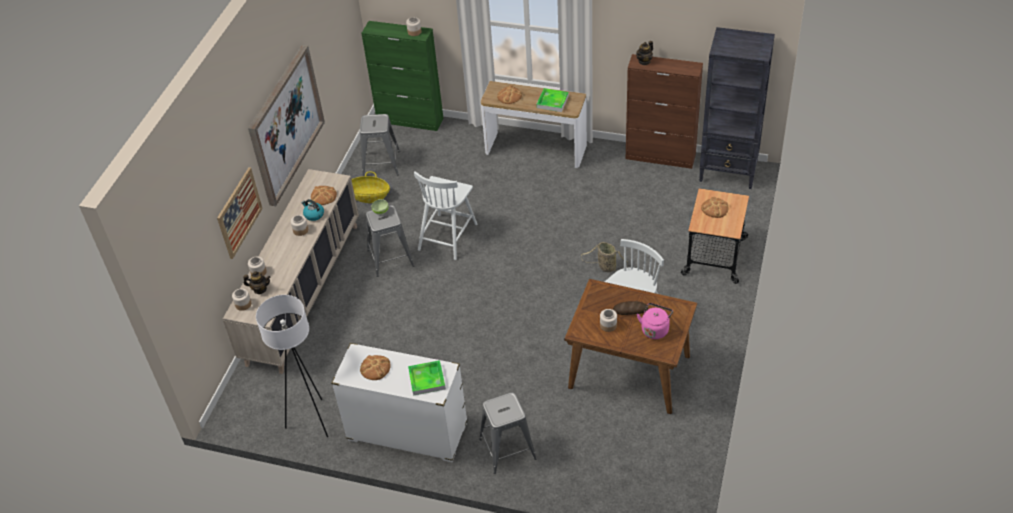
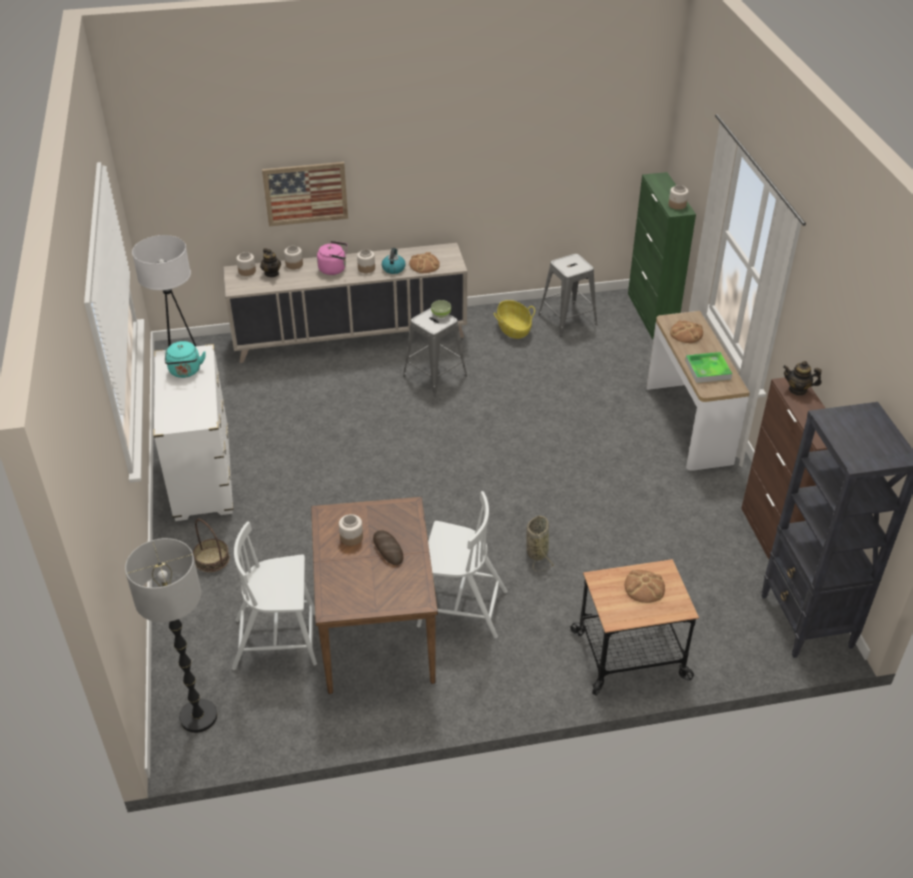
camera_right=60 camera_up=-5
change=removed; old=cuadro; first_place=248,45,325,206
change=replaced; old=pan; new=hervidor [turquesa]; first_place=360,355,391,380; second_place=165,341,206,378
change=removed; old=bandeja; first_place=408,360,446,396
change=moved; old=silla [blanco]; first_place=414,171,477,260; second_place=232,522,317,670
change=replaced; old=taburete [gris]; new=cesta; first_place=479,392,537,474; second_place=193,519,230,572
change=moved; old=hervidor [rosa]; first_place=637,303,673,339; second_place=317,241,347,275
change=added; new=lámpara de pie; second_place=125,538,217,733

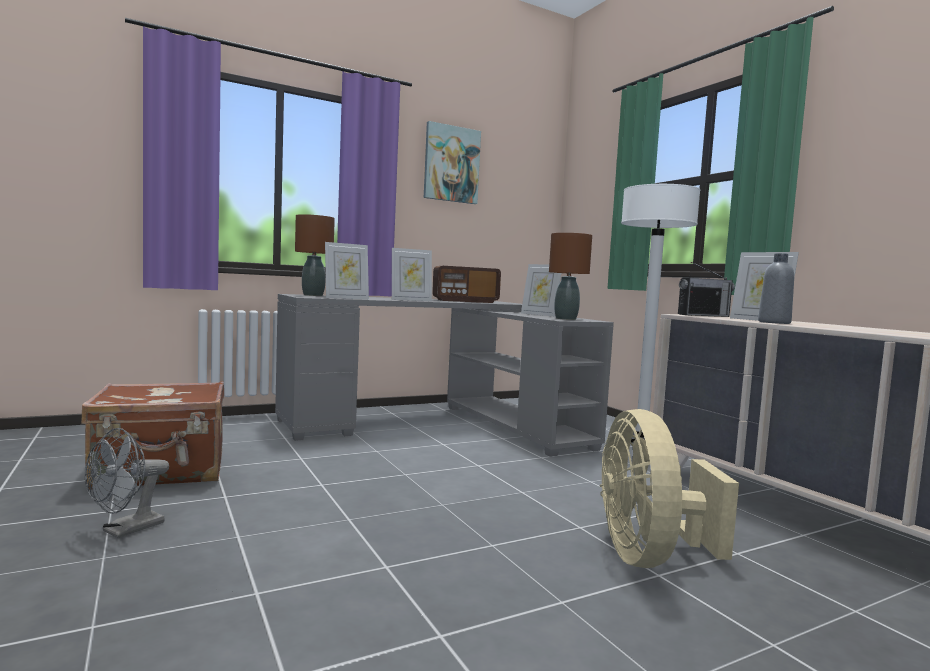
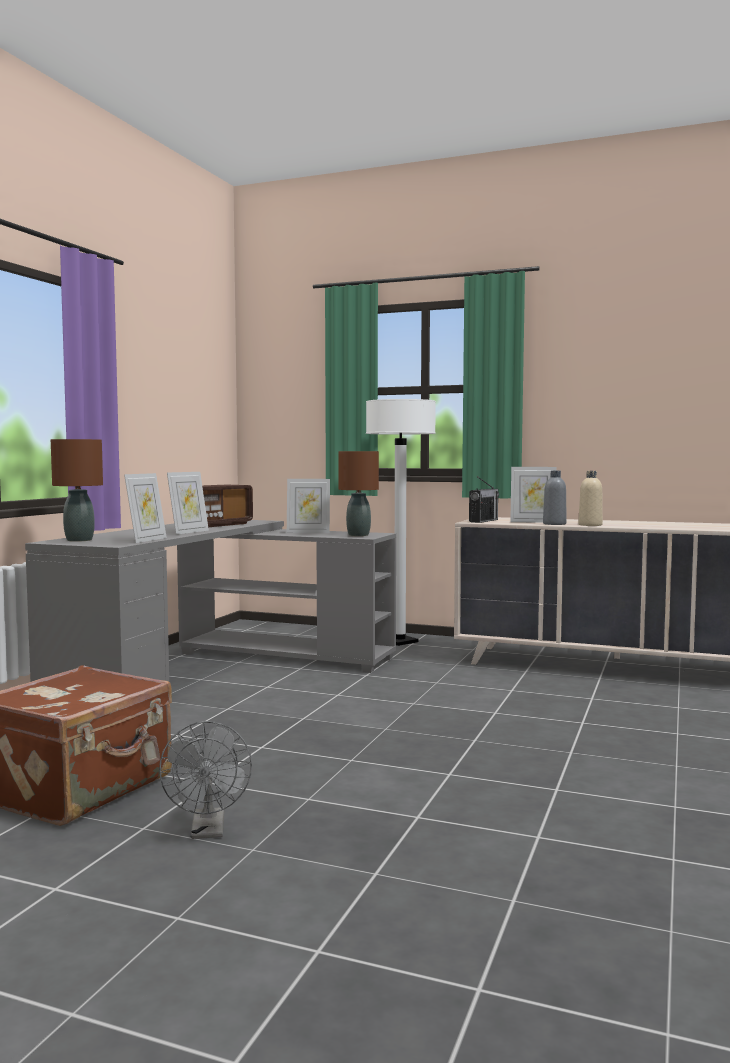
camera_right=-40 camera_up=0
change=removed; old=cuadro; first_place=424,121,481,204
change=removed; old=ventilador [beis]; first_place=600,409,739,568
change=added; new=botella [beis]; second_place=578,471,603,526

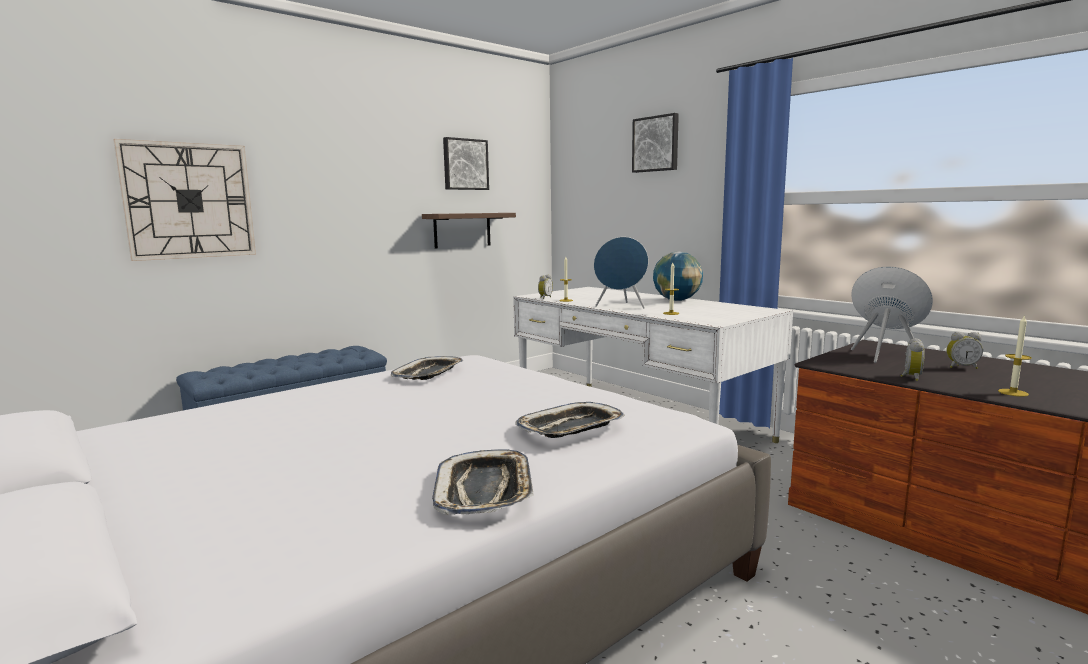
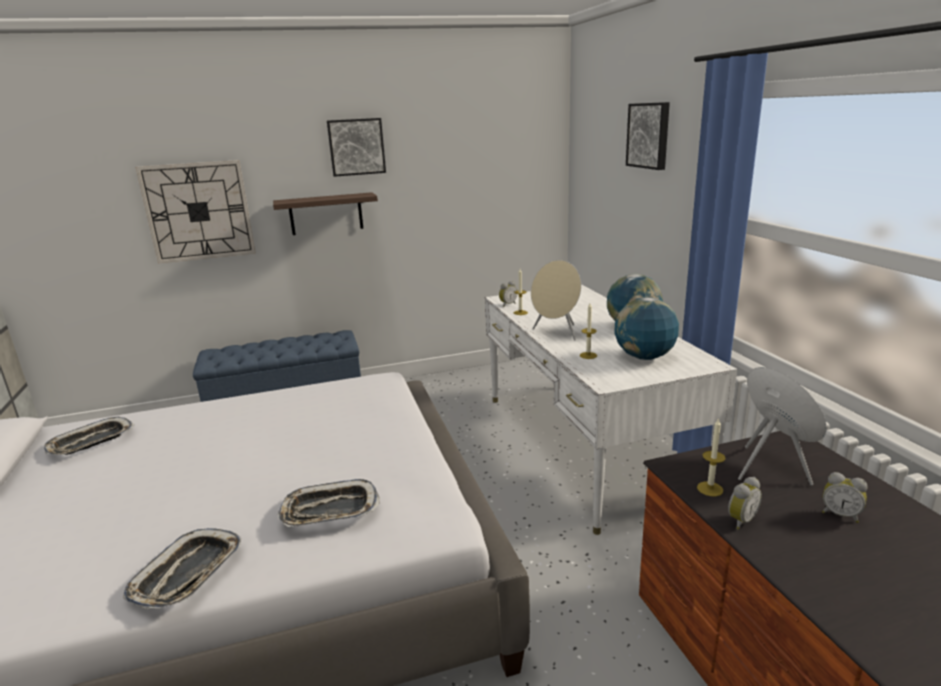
camera_right=25 camera_up=10
change=moved; old=bandeja; first_place=391,356,463,380; second_place=44,417,135,455
change=moved; old=estante; first_place=422,213,516,249; second_place=273,192,378,235
change=moved; old=cuadro; first_place=443,137,489,190; second_place=327,118,386,177
change=recoloured; old=altavoz [azul]; new=altavoz [beis]; first_place=594,237,649,309; second_place=531,260,581,340
change=moved; old=vela; first_place=998,316,1032,397; second_place=697,418,726,496
change=added; new=globo terráqueo; second_place=615,297,679,360

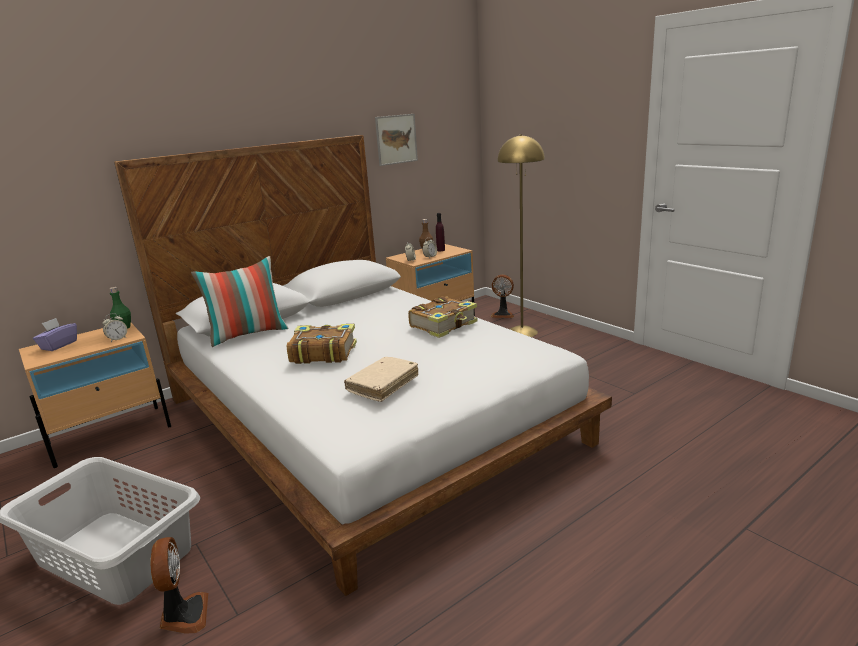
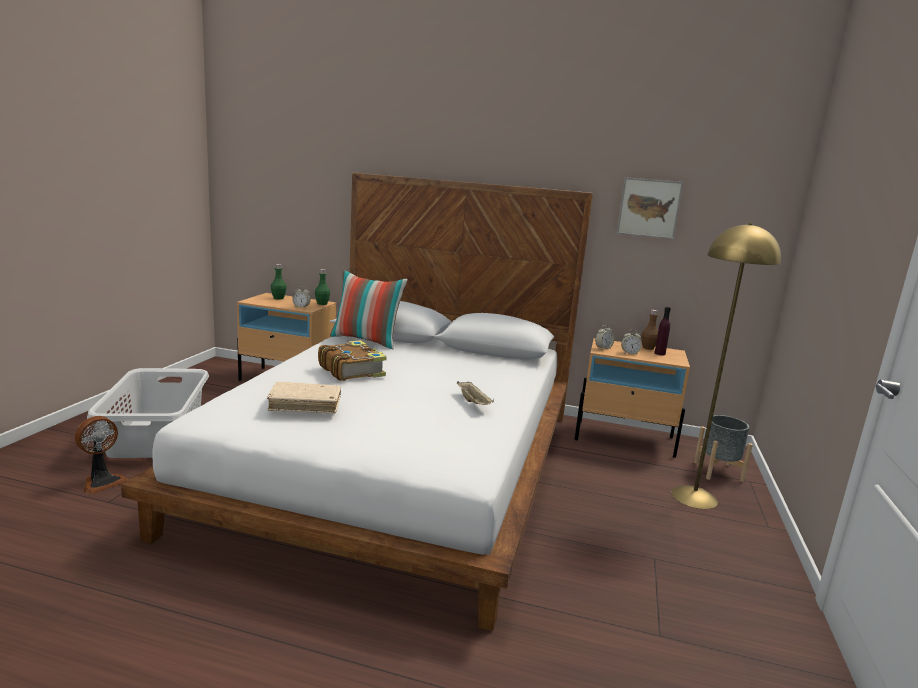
camera_right=50 camera_up=-5
change=replaced; old=caja de pañuelos [morado]; new=botella [verde]; first_place=33,318,77,351; second_place=271,264,287,300
change=replaced; old=libro; new=bandeja [beis]; first_place=408,296,478,338; second_place=457,381,494,405
change=replaced; old=ventilador; new=maceta [gris]; first_place=490,275,514,318; second_place=694,415,753,482

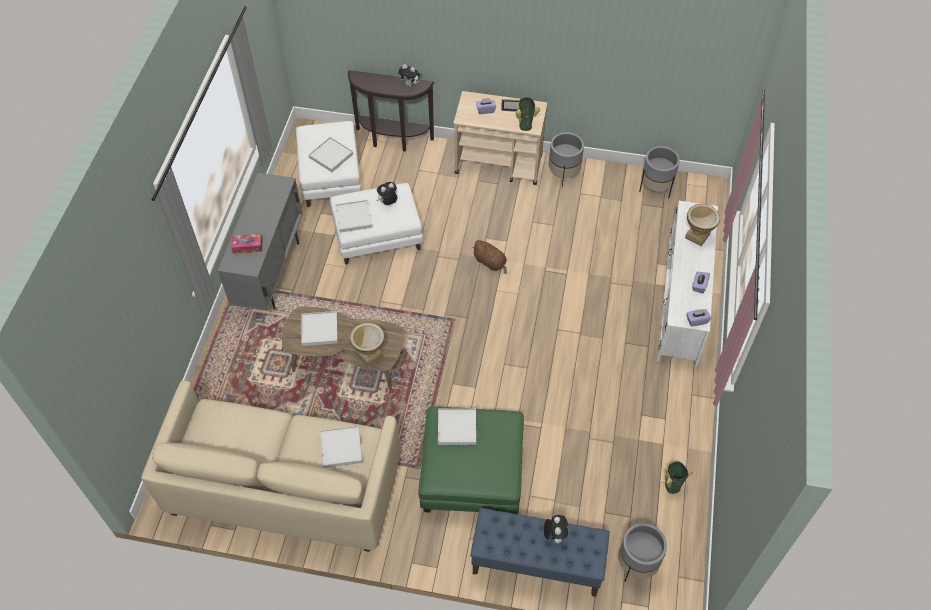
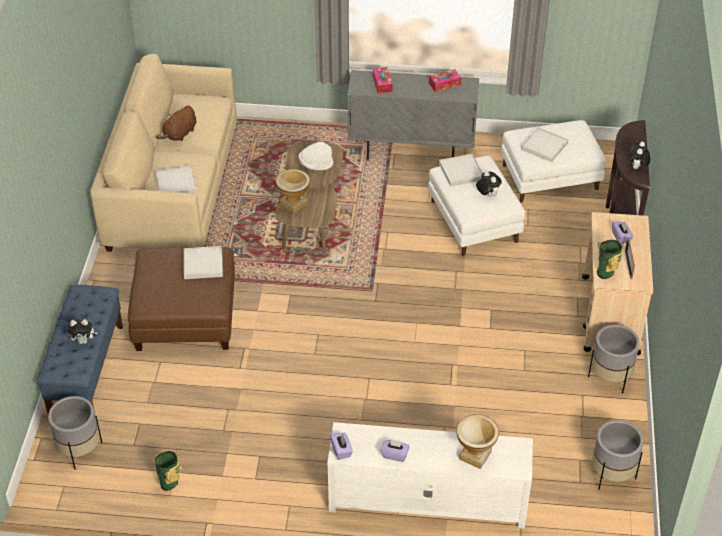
camera_right=85 camera_up=-10
change=replaced; old=bandeja [blanco]; new=sombrero [blanco]; first_place=301,311,338,346; second_place=299,142,333,170
change=recoloured; old=puf [verde]; new=puf [marrón]; first_place=418,406,524,514; second_place=128,247,235,351
change=moved; old=peluche [marrón]; first_place=472,240,507,274; second_place=156,105,196,141
change=added; new=caja de pañuelos; second_place=429,69,461,92

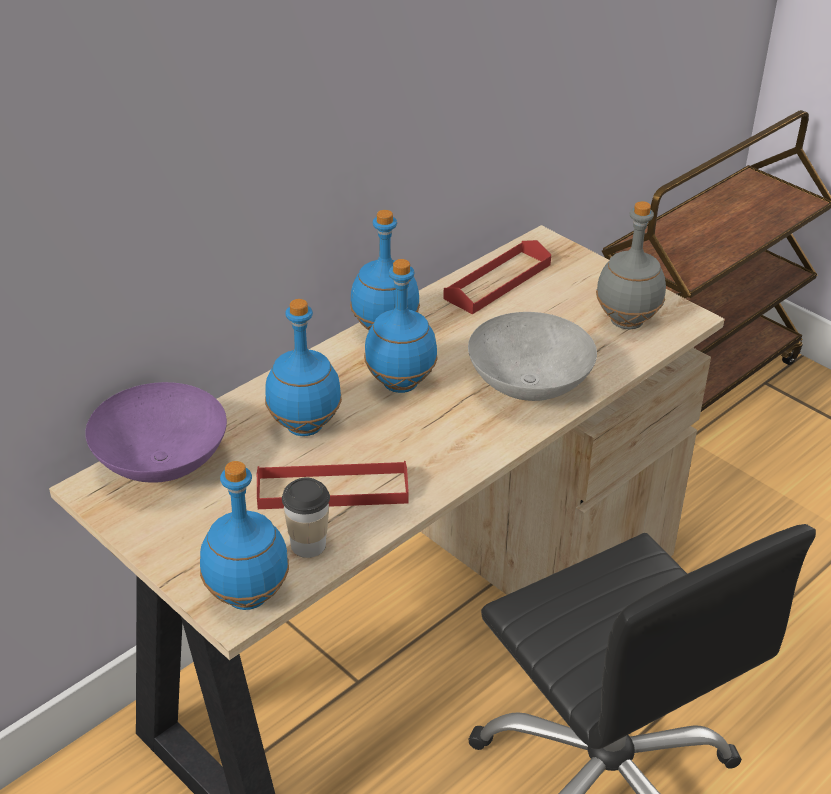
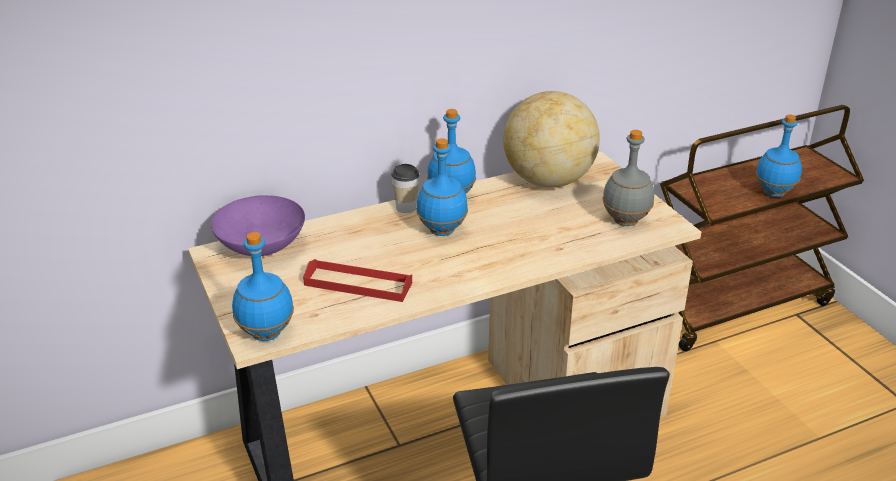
camera_right=20 camera_up=-5
change=moved; old=botella [azul]; first_place=265,299,342,436; second_place=756,115,802,197
change=moved; old=taza; first_place=282,477,330,558; second_place=391,164,420,213
change=replaced; old=bandeja [rojo]; new=globo terráqueo; first_place=443,240,551,314; second_place=503,91,600,188
change=removed; old=cuenco [gris]; first_place=468,312,597,401

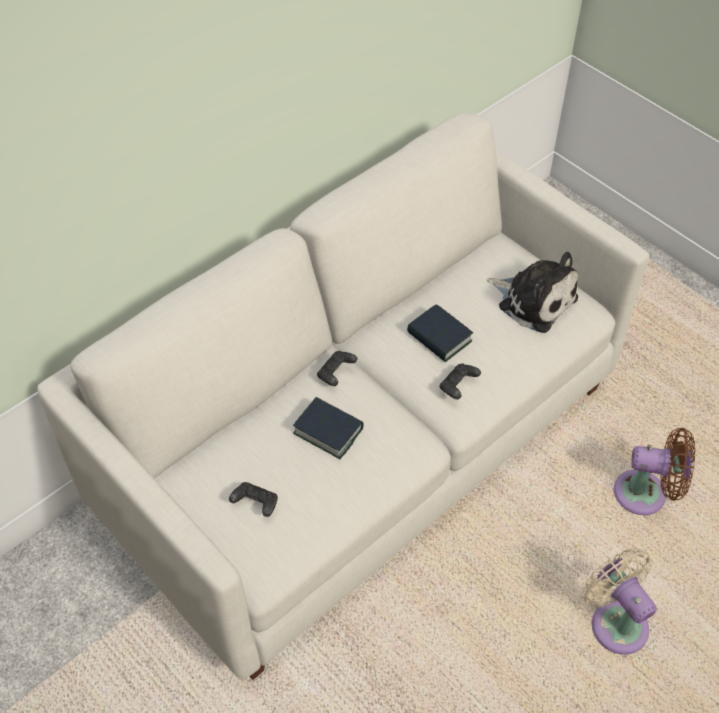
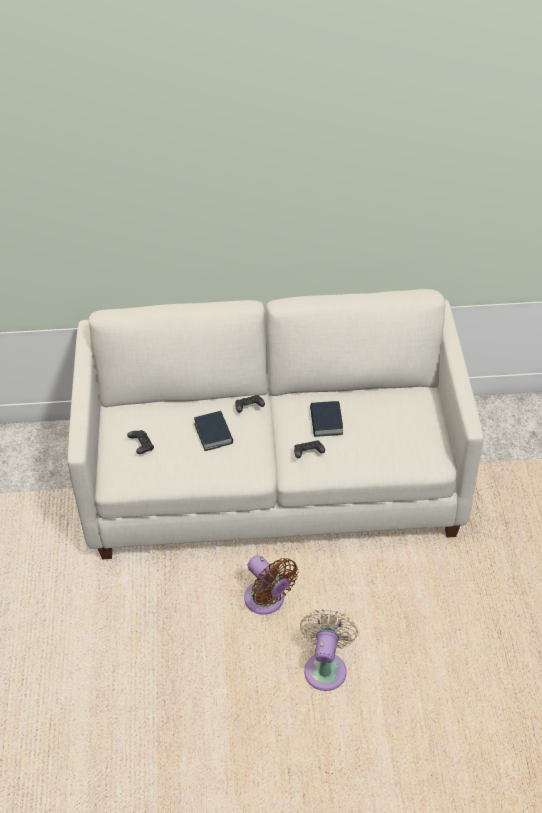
camera_right=40 camera_up=-5
change=removed; old=peluche; first_place=487,252,578,333
change=moved; old=ventilador [marrón]; first_place=614,428,695,515; second_place=244,555,298,615

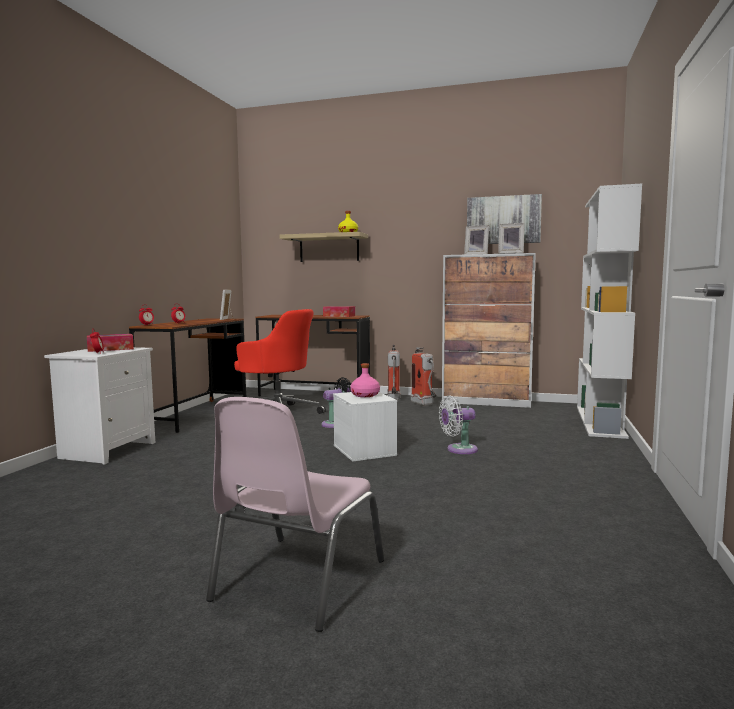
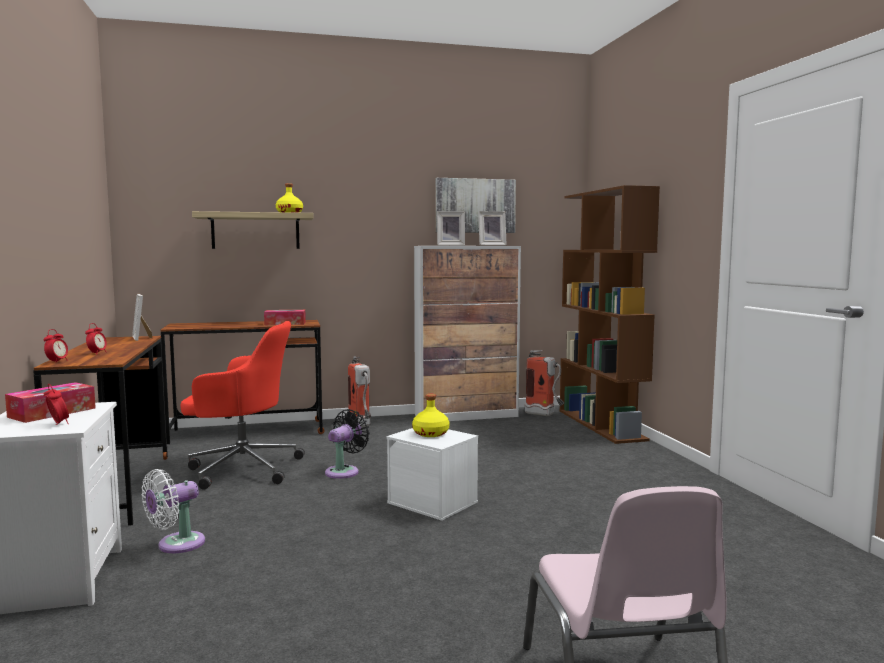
camera_right=-30 camera_up=0
change=recoloured; old=botella [rosa]; new=botella [amarillo]; first_place=350,363,380,397; second_place=412,394,449,437
change=moved; old=extintor; first_place=411,347,437,406; second_place=525,350,565,416
change=moved; old=ventilador [blanco]; first_place=439,396,478,454; second_place=142,469,205,553
change=recoloured; old=estantería [blanco]; new=estantería [marrón]; first_place=577,184,642,439; second_place=560,185,660,444

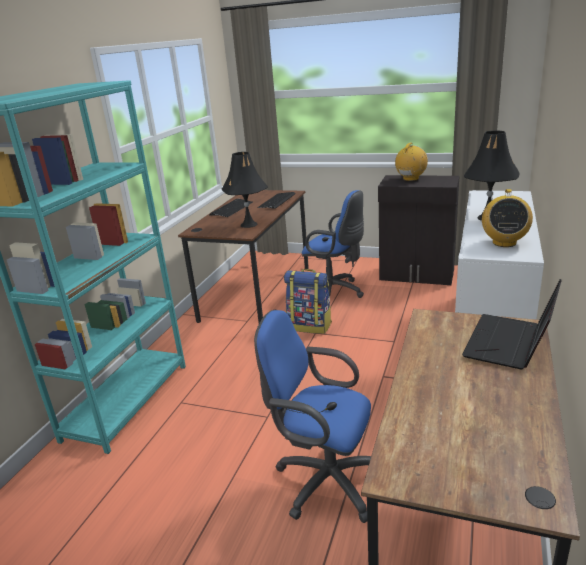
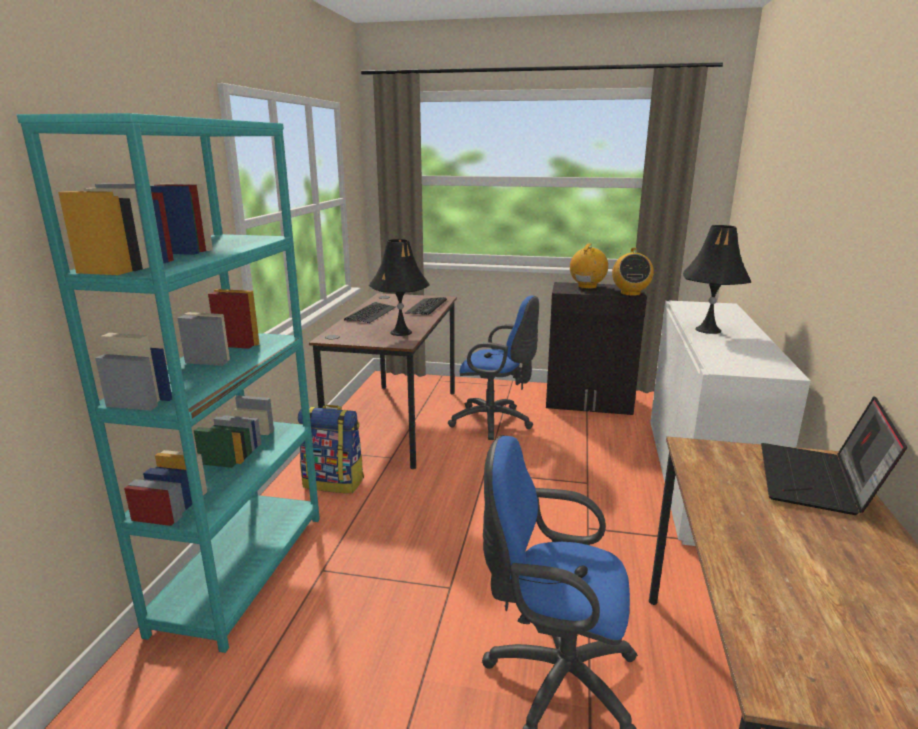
camera_right=-10 camera_up=-5
change=moved; old=mochila; first_place=284,269,332,334; second_place=298,405,364,493
change=moved; old=radio; first_place=482,189,533,247; second_place=612,248,654,296

